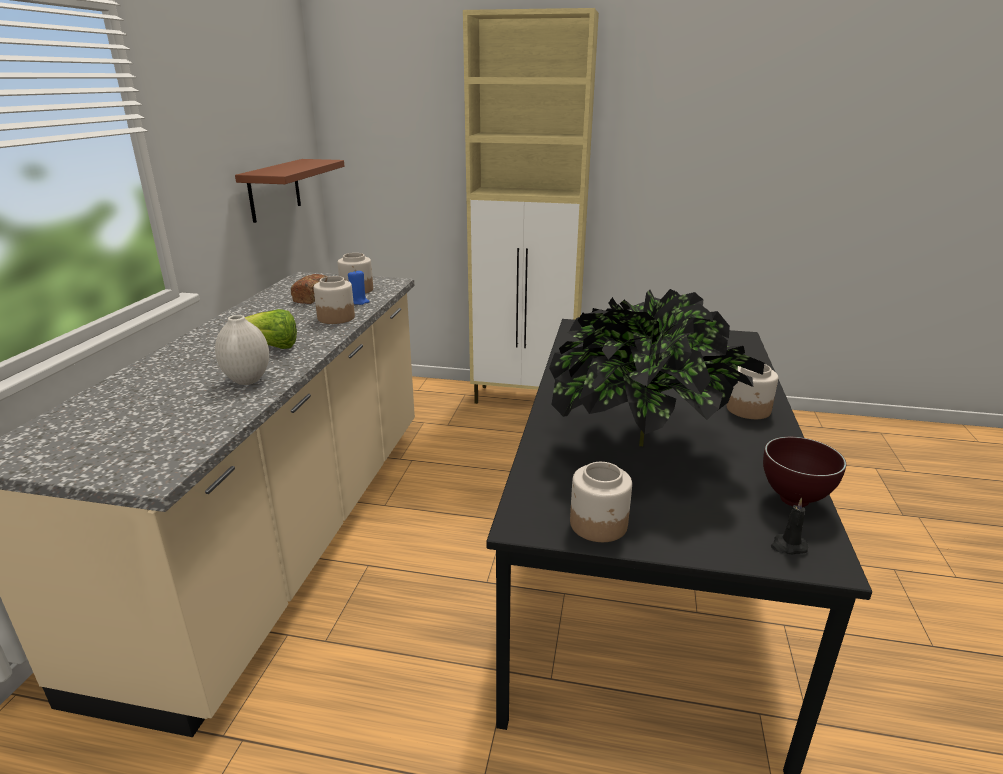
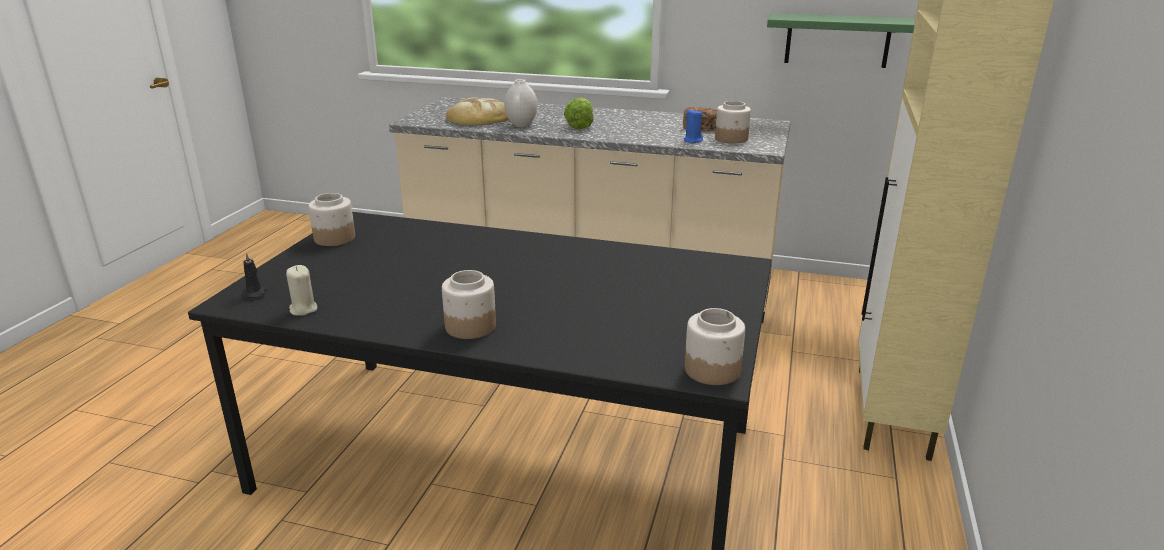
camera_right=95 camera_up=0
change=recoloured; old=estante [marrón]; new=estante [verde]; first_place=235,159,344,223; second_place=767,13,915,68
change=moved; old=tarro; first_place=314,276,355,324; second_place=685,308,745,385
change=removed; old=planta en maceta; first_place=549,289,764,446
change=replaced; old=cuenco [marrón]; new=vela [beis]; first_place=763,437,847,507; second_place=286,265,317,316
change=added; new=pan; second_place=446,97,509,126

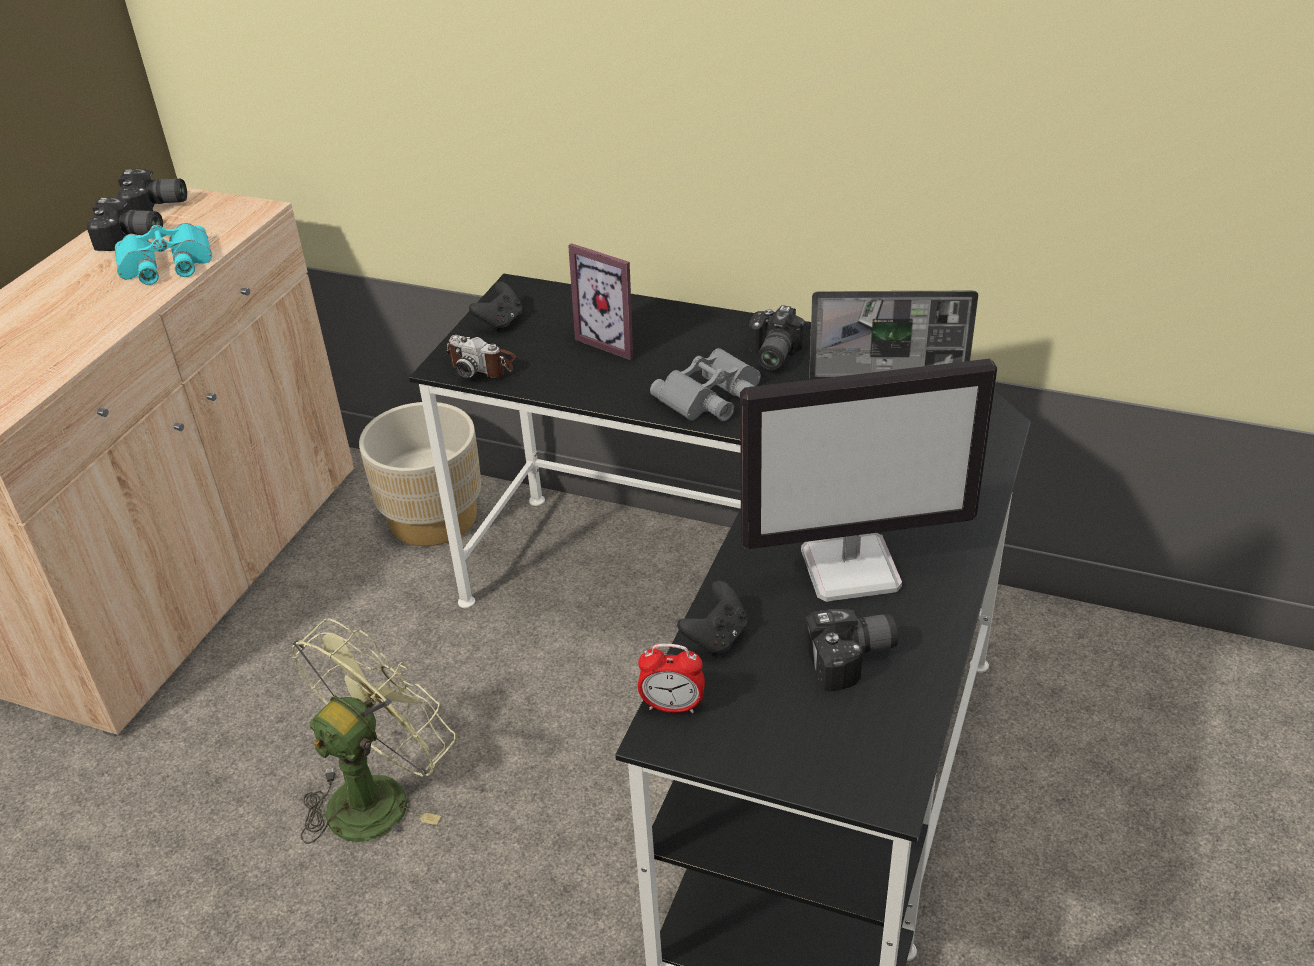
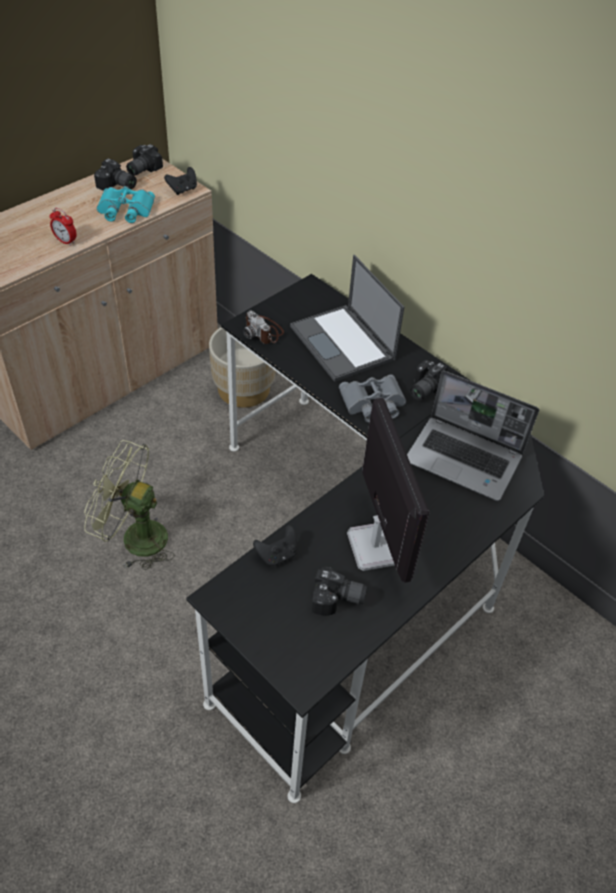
camera_right=20 camera_up=10
change=turned; old=cámara; first_place=117,168,187,211; second_place=126,144,163,176; degrees=105
change=turned; old=ventilador [verde]; first_place=292,619,455,844; second_place=84,440,175,570; degrees=-135
change=moved; old=mando de consola [negro]; first_place=469,281,523,332; second_place=164,167,197,195
change=replaced; old=portarretratos; new=portátil; first_place=568,243,633,360; second_place=290,255,404,382
change=moved; old=despertador; first_place=638,643,705,713; second_place=50,208,77,246
change=turned; old=monitor; first_place=740,359,997,602; second_place=347,398,430,583; degrees=-120

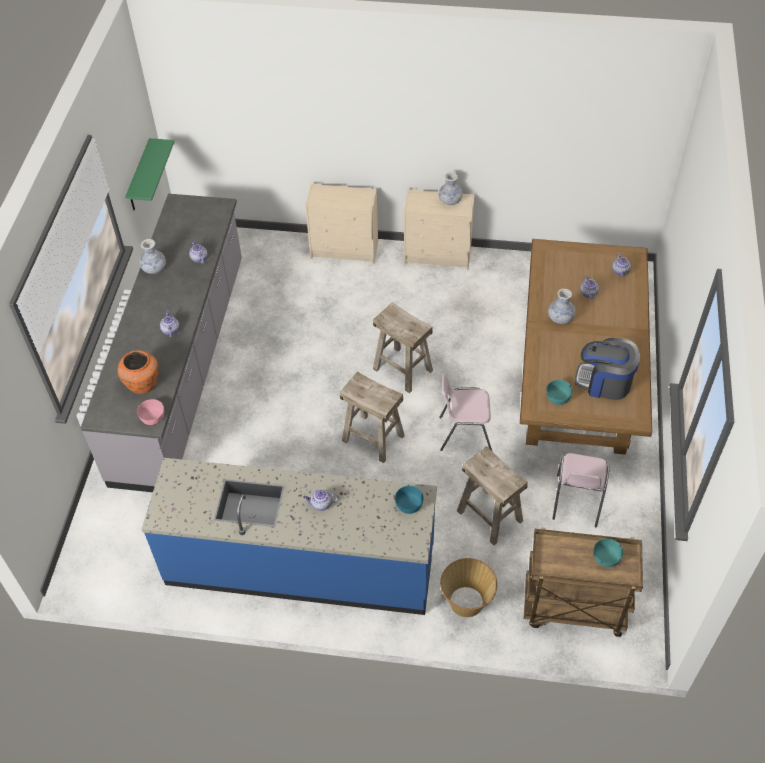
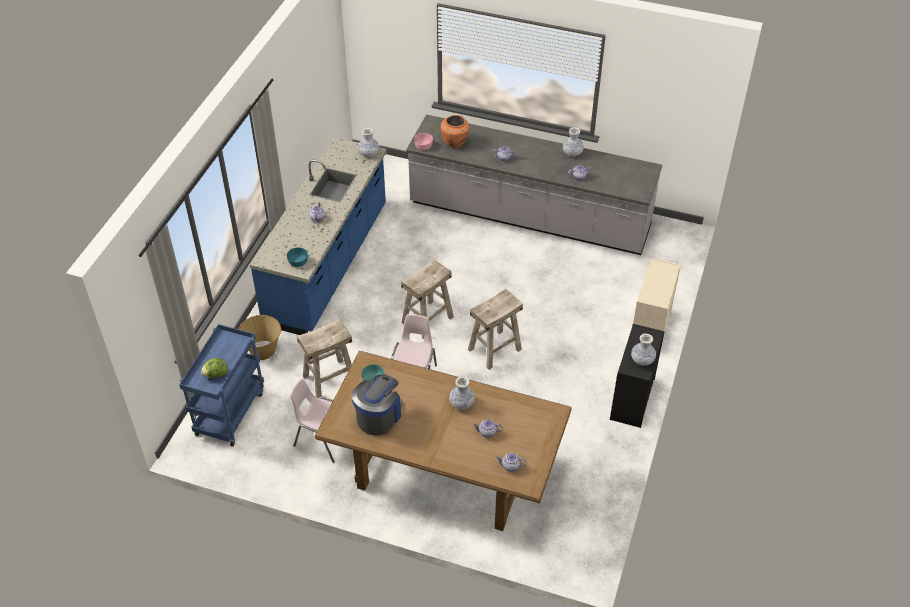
camera_right=100 camera_up=-5
change=removed; old=estante [verde]; first_place=125,138,174,210
change=recoloured; old=cómoda [beis]; new=cómoda [negro]; first_place=404,189,475,270; second_place=610,324,665,428
change=recoloured; old=carrito [marrón]; new=carrito [azul]; first_place=524,527,643,637; second_place=179,324,264,447
change=replaced; old=cuenco [turquesa]; new=lechuga; first_place=594,538,623,567; second_place=201,358,228,378
change=added; new=florero; second_place=358,128,379,157

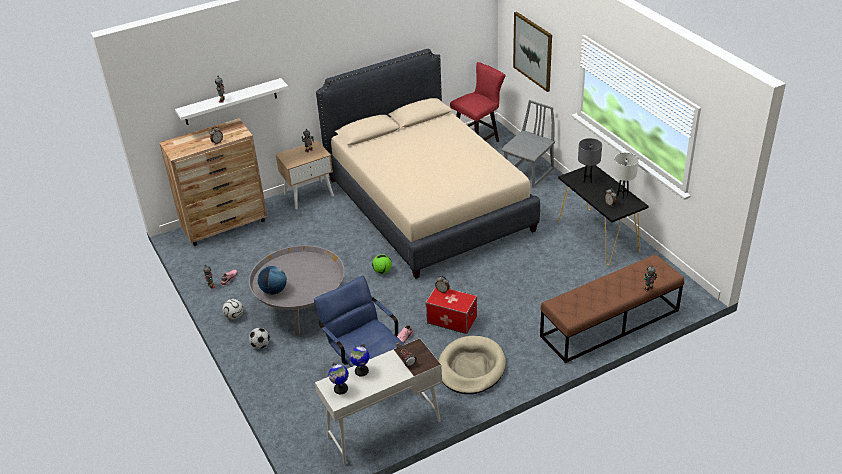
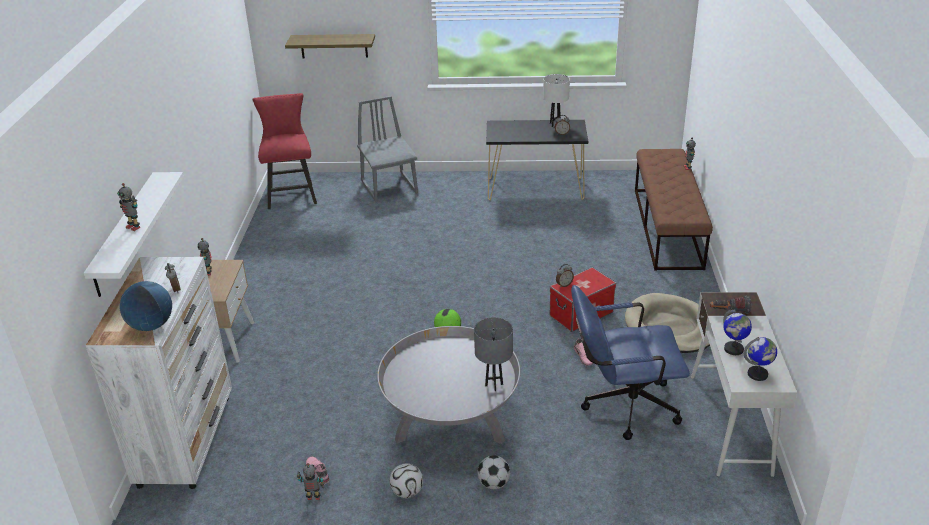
camera_right=-60 camera_up=-5
change=recoloured; old=cómoda [marrón]; new=cómoda [blanco]; first_place=159,118,267,246; second_place=86,257,232,489
change=moved; old=globo terráqueo; first_place=258,266,287,295; second_place=119,281,172,331
change=removed; old=cama [beis]; first_place=316,48,540,279
change=replaced; old=cuadro; new=estante; first_place=513,12,552,92; second_place=285,34,375,58
change=moved; old=lámpara de mesa [gris]; first_place=578,138,602,183; second_place=474,317,513,391

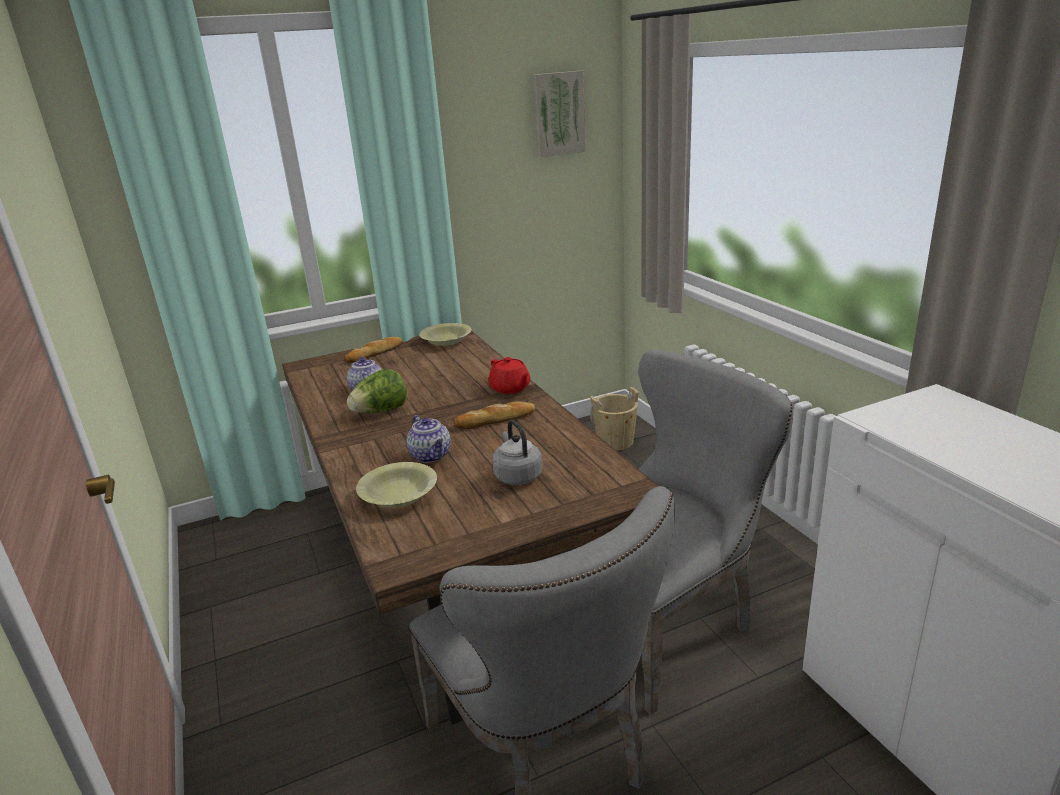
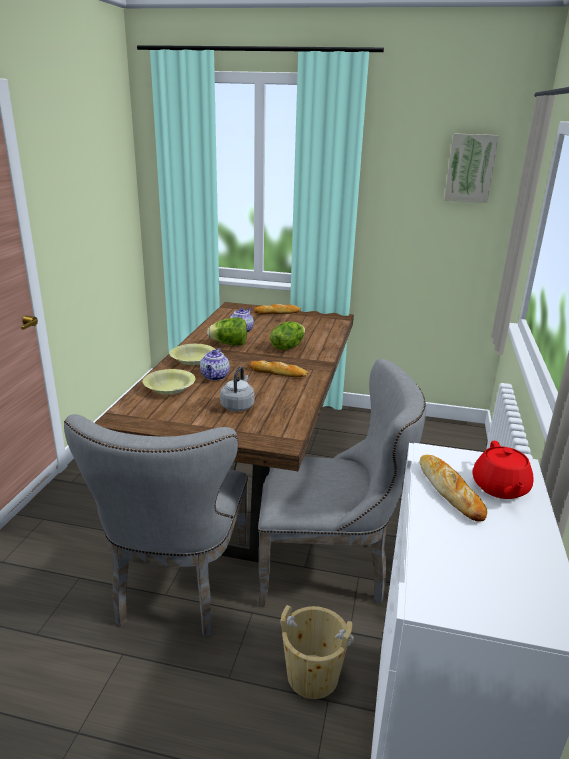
camera_right=35 camera_up=0
change=moved; old=cuenco [amarillo]; first_place=419,323,472,346; second_place=170,344,217,365
change=moved; old=tetera [rojo]; first_place=488,357,530,394; second_place=472,441,534,499
change=moved; old=cubo [beis]; first_place=590,387,639,451; second_place=280,605,354,699
change=added; new=lechuga; second_place=270,321,305,350
change=added; new=pan; second_place=420,455,487,522

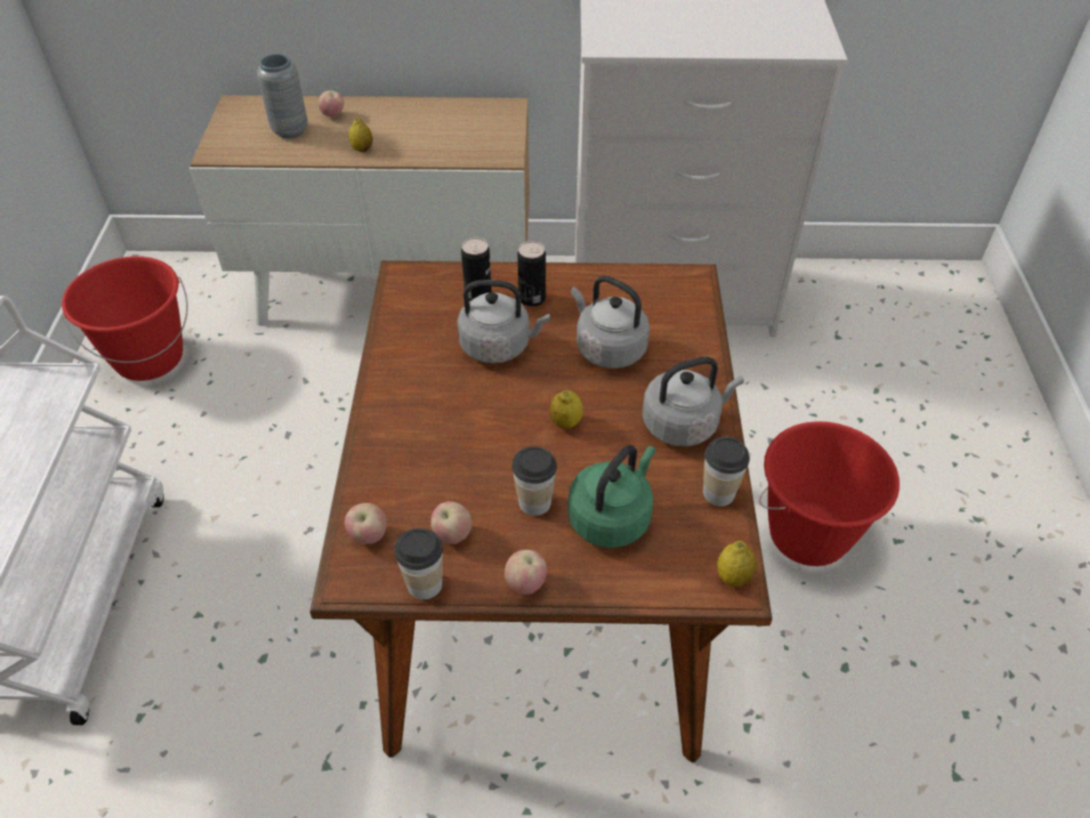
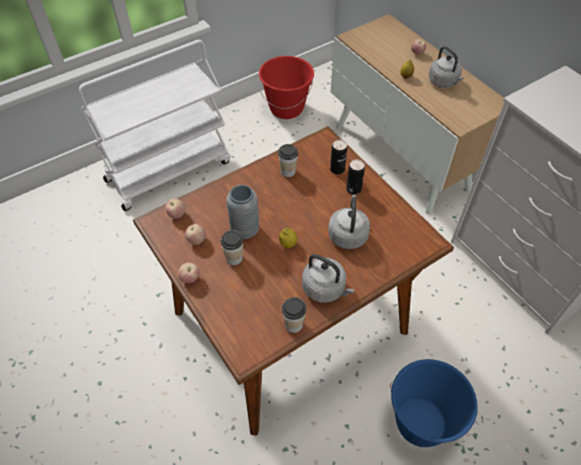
camera_right=55 camera_up=5
change=moved; old=florero [gris]; first_place=257,54,308,138; second_place=226,185,259,239
change=moved; old=taza; first_place=394,528,443,600; second_place=278,144,298,177
change=moved; old=hervidor [gris]; first_place=457,280,550,363; second_place=429,46,463,88
change=removed; old=hervidor [verde]; first_place=568,445,656,548
change=removed; old=limón; first_place=717,540,757,587
change=recoloured; old=cubo [rojo]; new=cubo [azul]; first_place=759,421,900,566; second_place=390,359,478,447

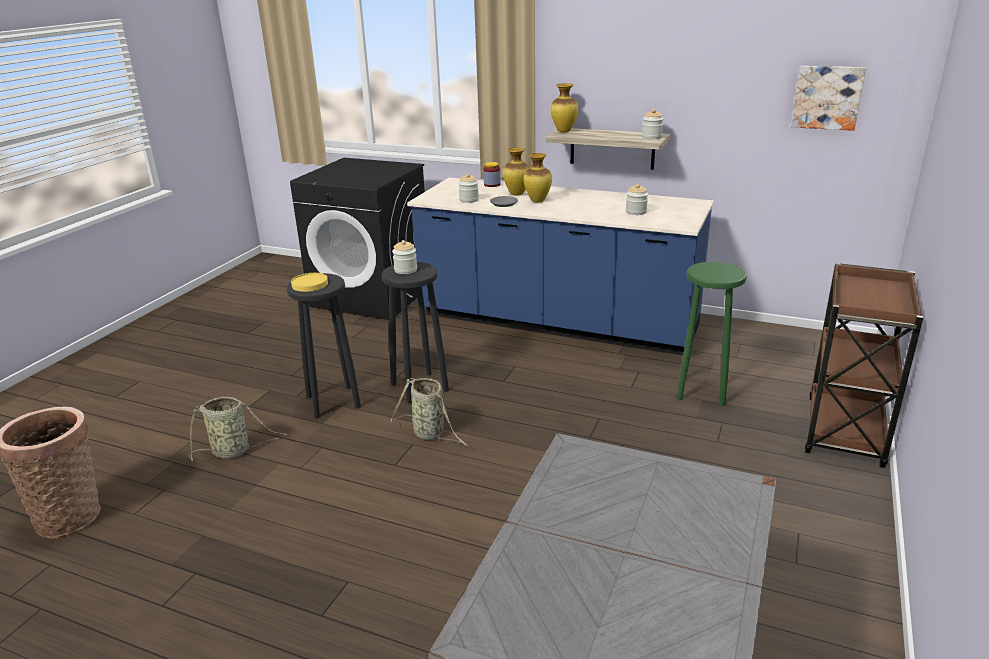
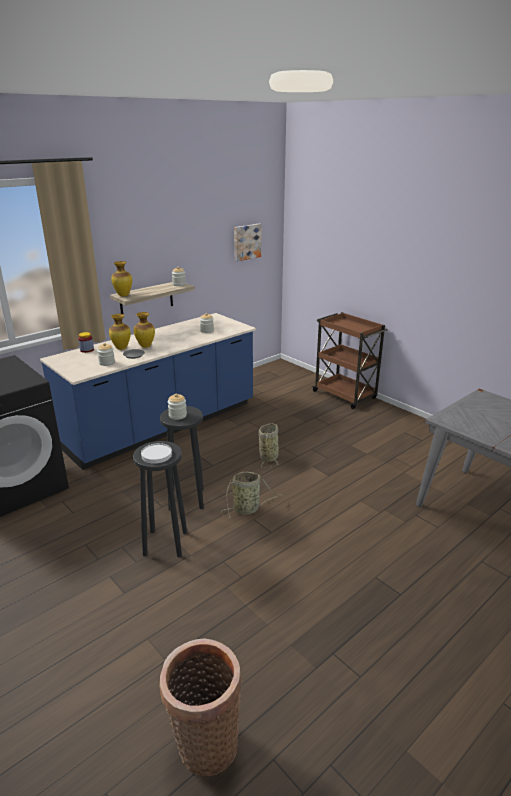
camera_right=-65 camera_up=0
change=moved; old=cesta; first_place=189,397,287,461; second_place=258,423,279,467
change=recoloured; old=plato [amarillo]; new=plato [blanco]; first_place=291,273,328,292; second_place=141,443,172,464
change=removed; old=taburete [verde]; first_place=677,262,747,406

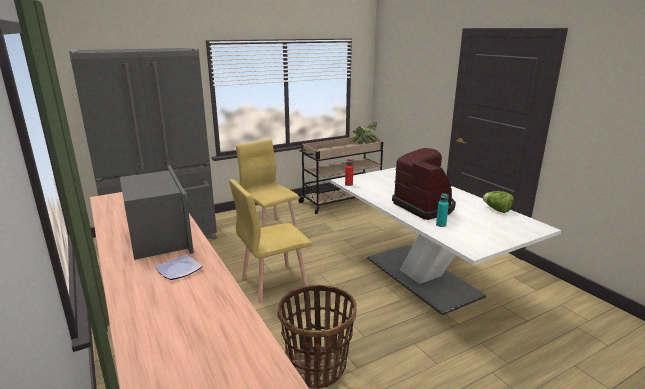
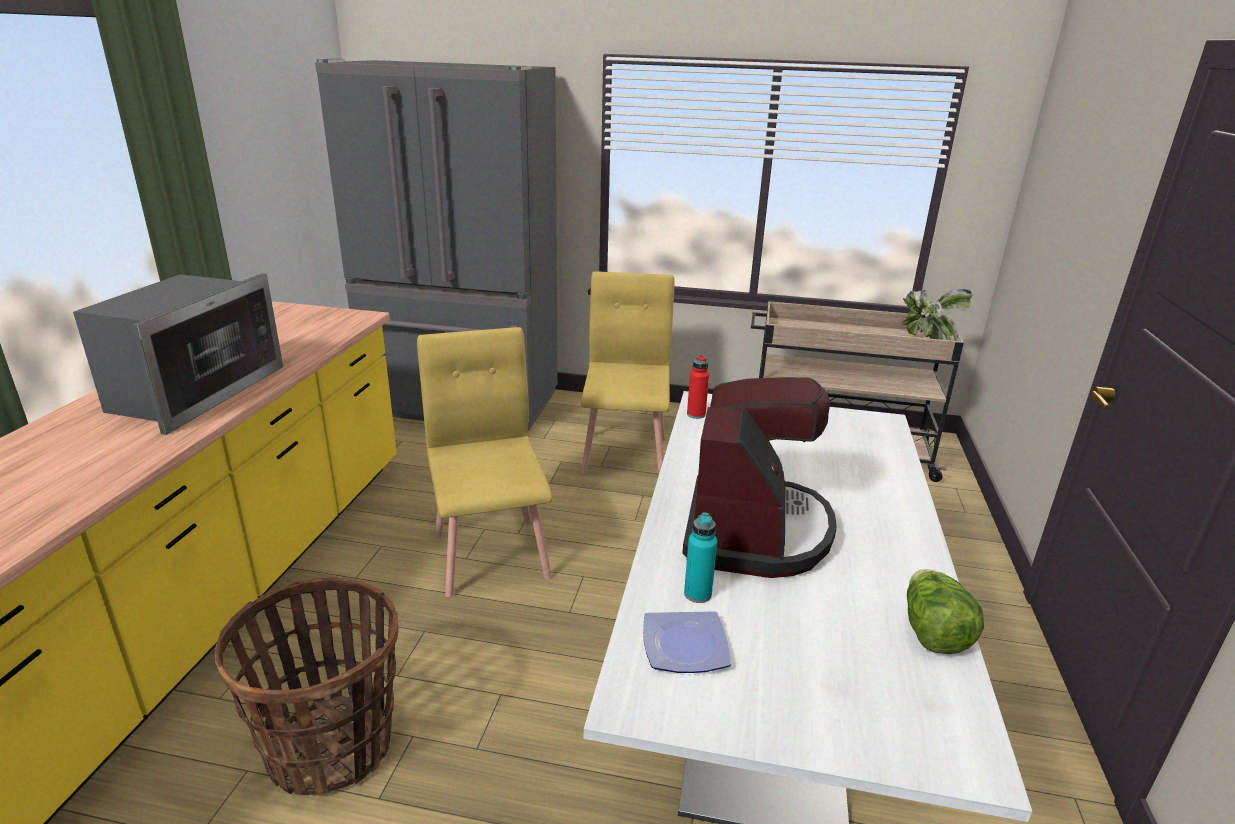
camera_right=40 camera_up=5
change=moved; old=plato; first_place=155,255,203,280; second_place=643,611,731,673
change=turned; old=silla [amarillo]; first_place=229,179,312,304; second_place=417,327,552,597; degrees=60

